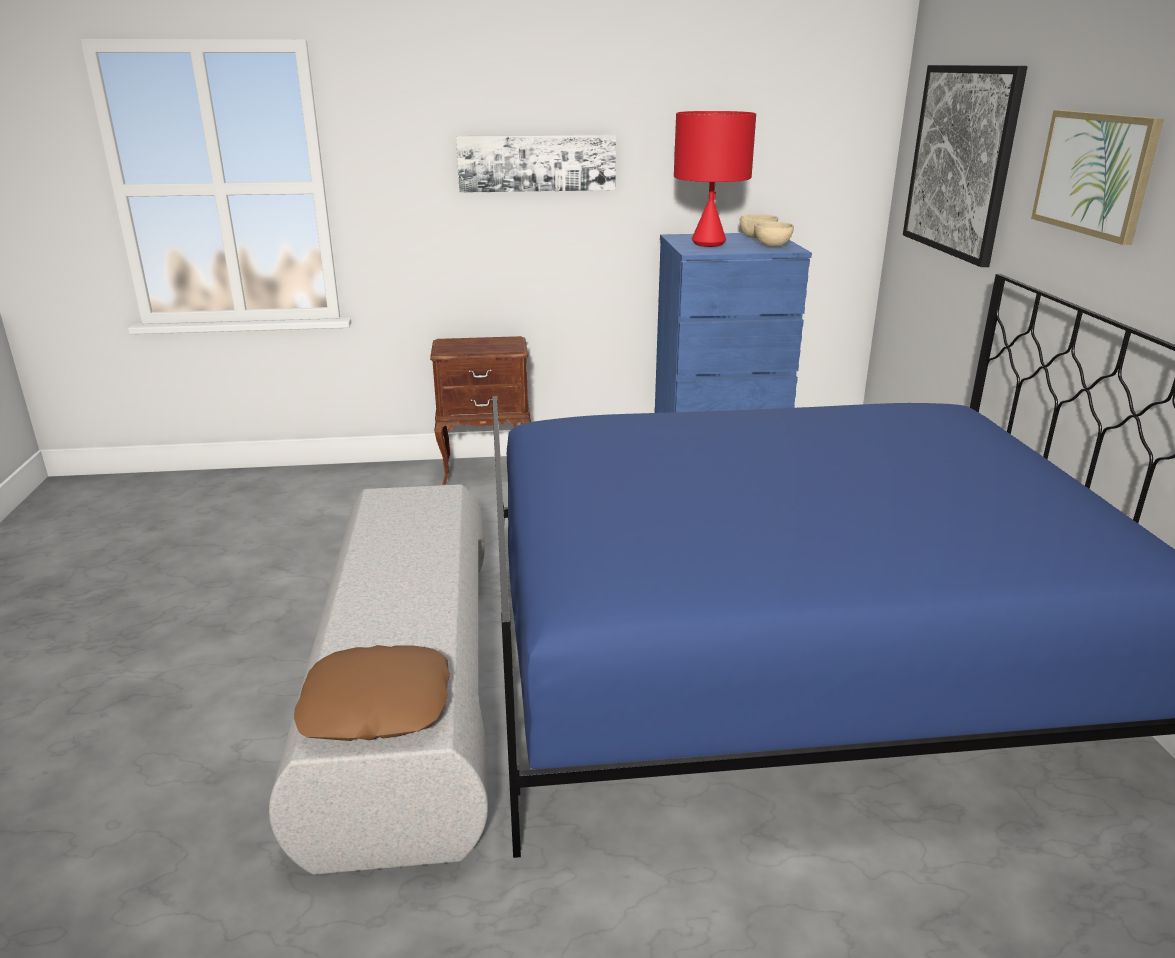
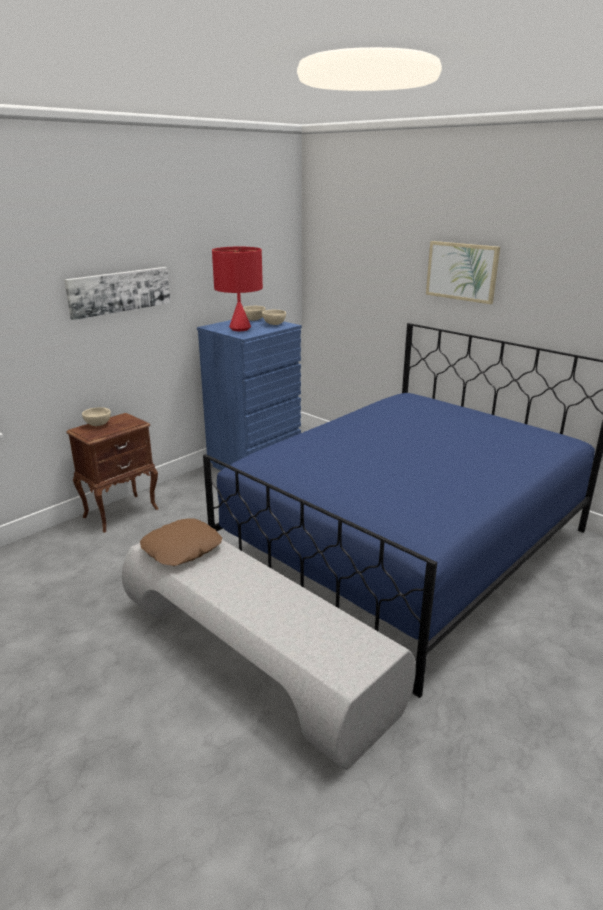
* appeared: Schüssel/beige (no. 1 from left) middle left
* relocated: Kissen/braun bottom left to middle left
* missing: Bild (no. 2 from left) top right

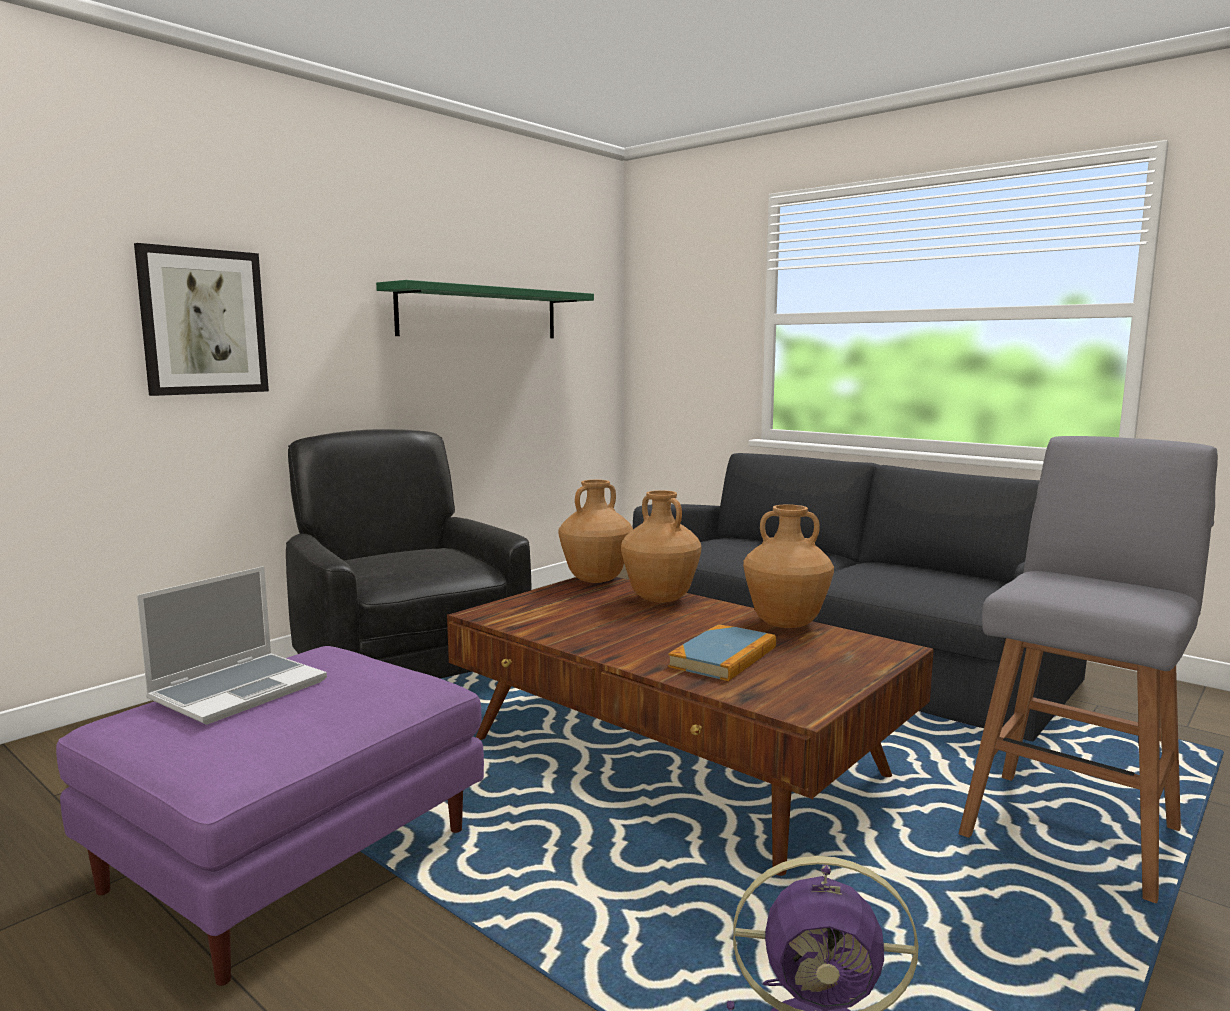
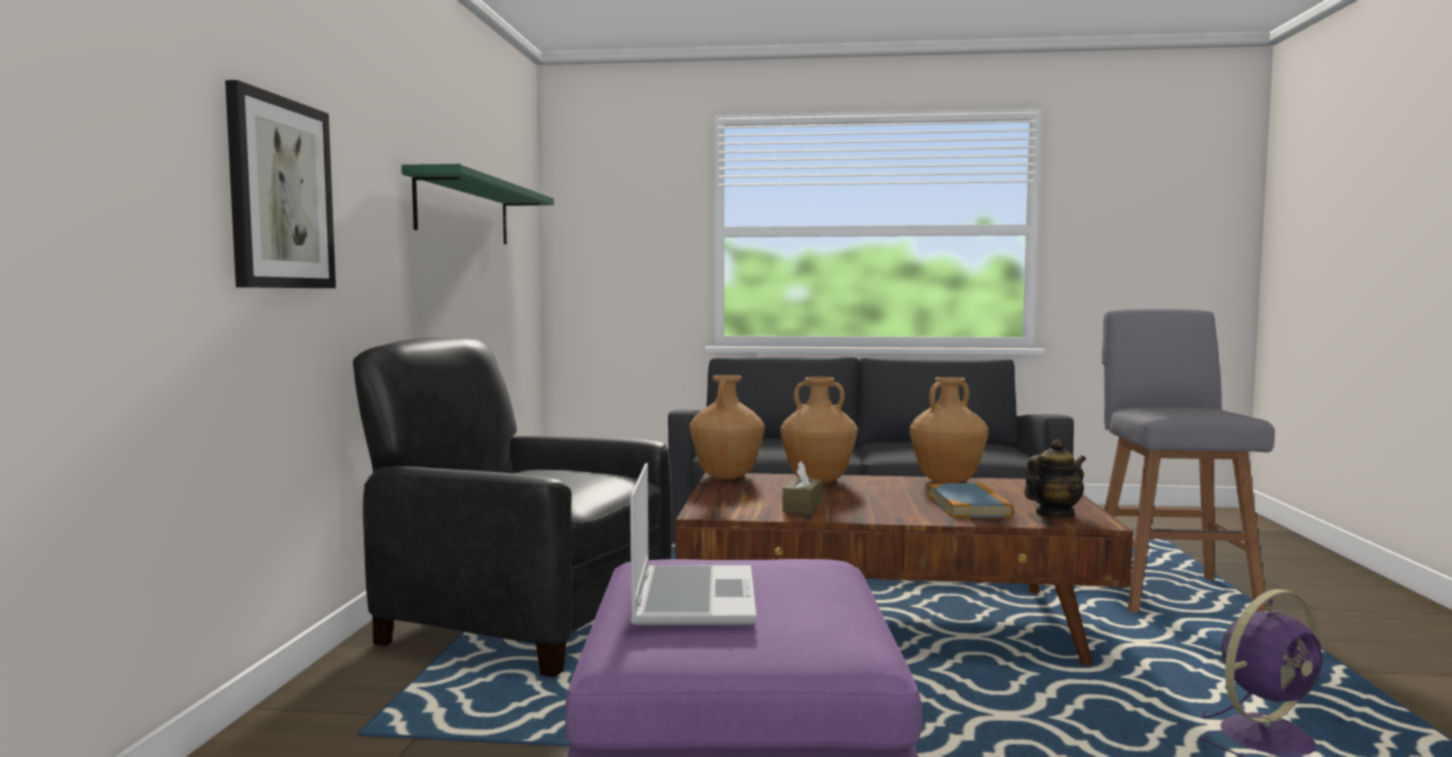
* appeared: Taschentuchbox/braun centre
* appeared: Teekanne middle right

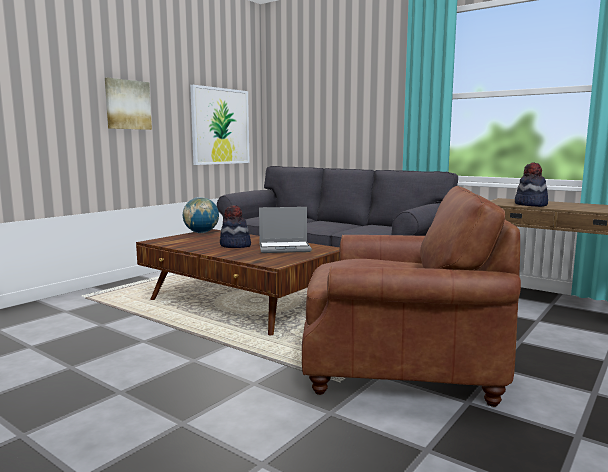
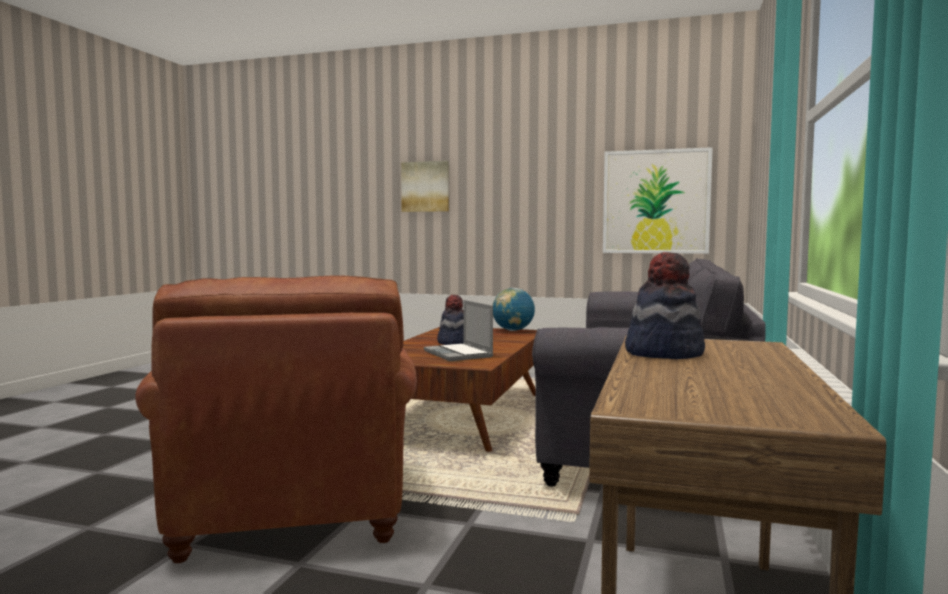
* relocated: Bild (no. 1 from left) top left to top centre

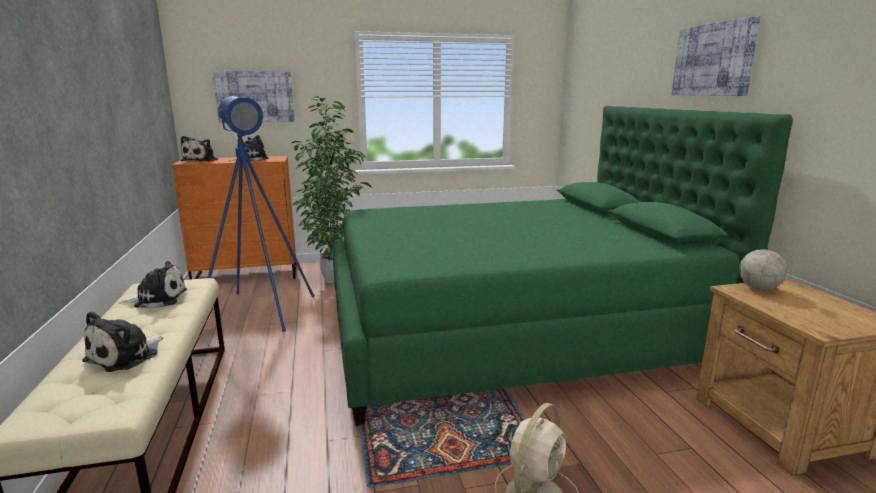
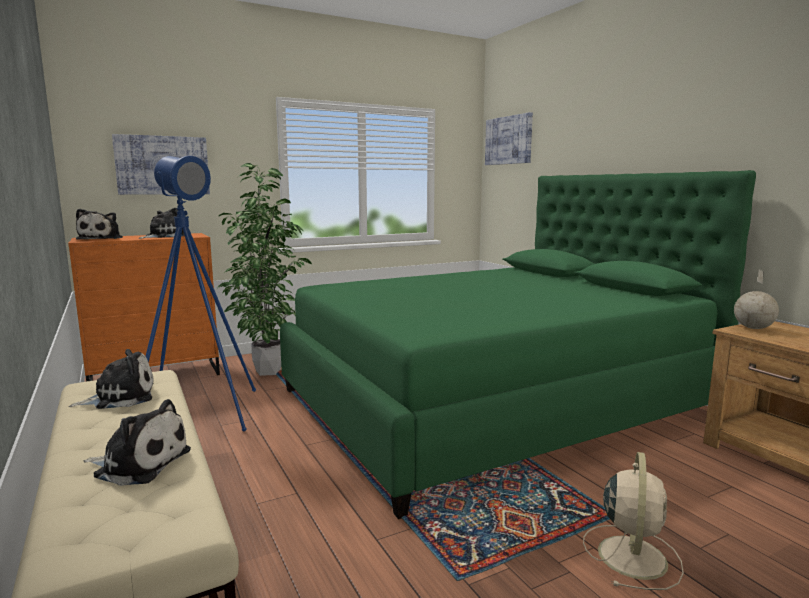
* spun: Plüschtier (no. 1 from left in the first image) bottom left = bottom left 90 degrees counterclockwise
* relocated: Bild (no. 2 from left) top right to top centre

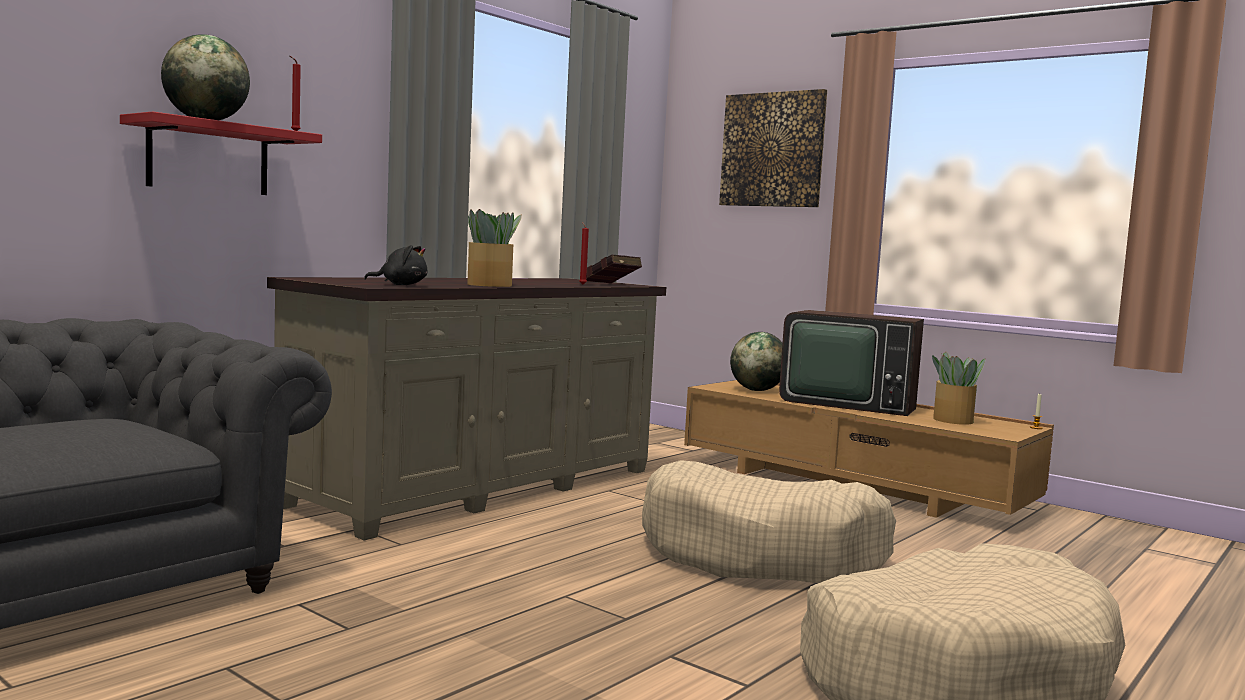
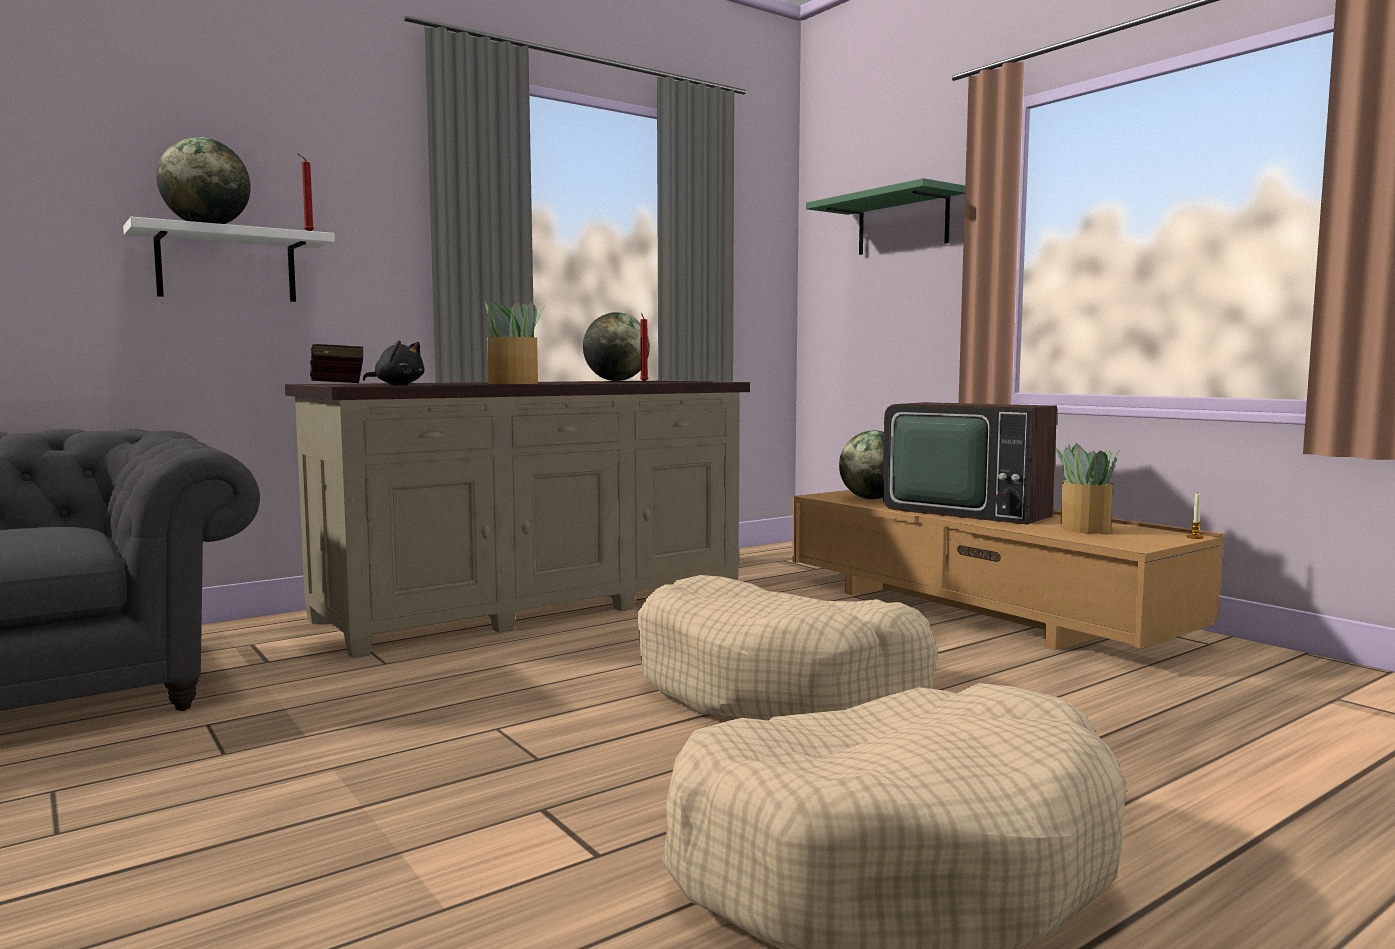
* colour: Wandregal/rot top left to Wandregal/weiß top left
* relocated: Buch/rot centre to middle left
* appeared: Globus (no. 2 from left) centre
* exchanged: Bild top centre to Wandregal/grün top centre

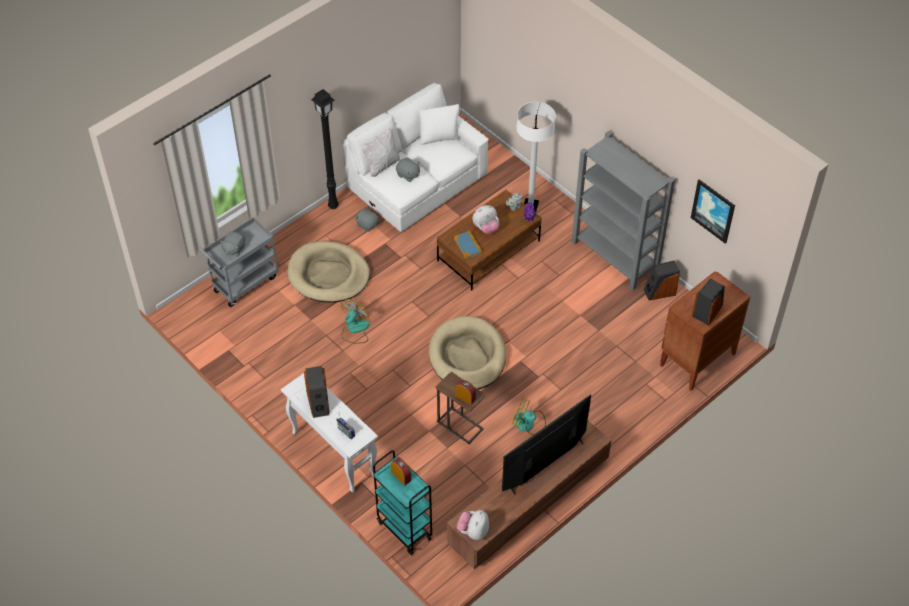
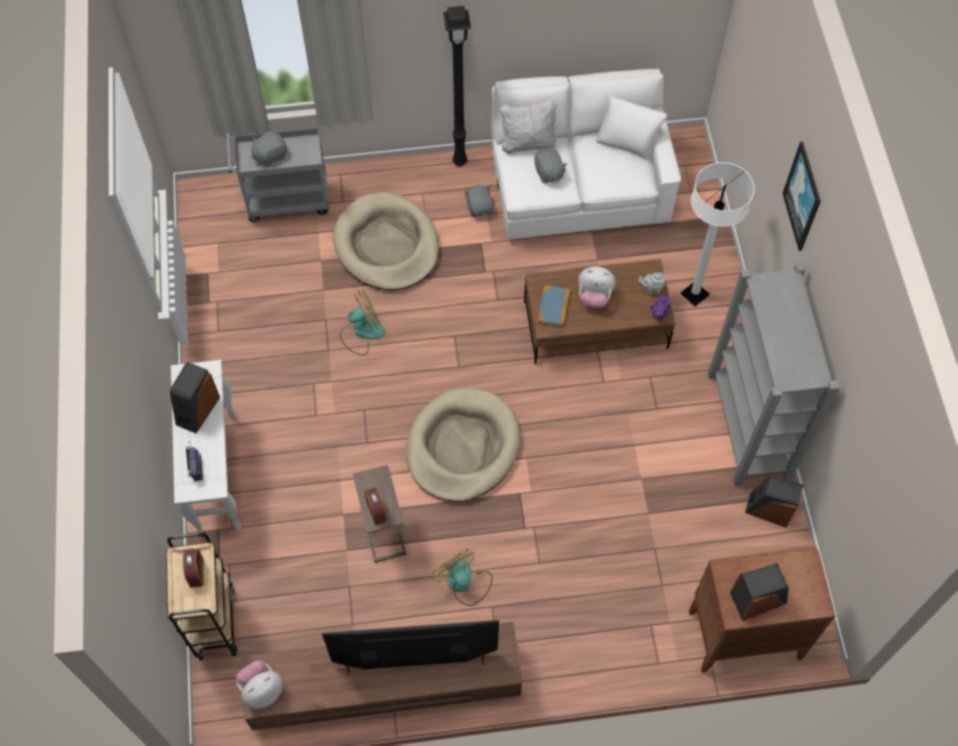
* colour: Rollwagen/türkis bottom centre to Rollwagen/braun bottom left
* relocated: Bild middle right to top right

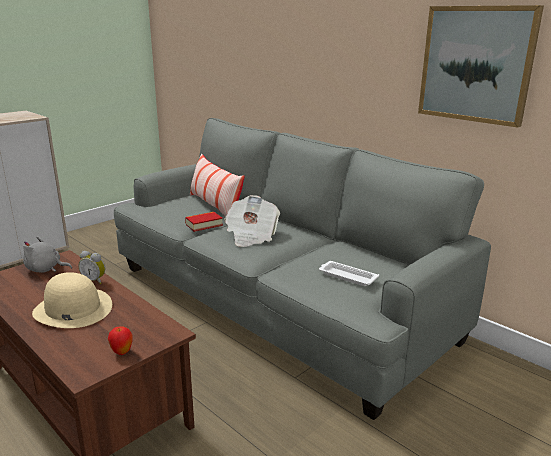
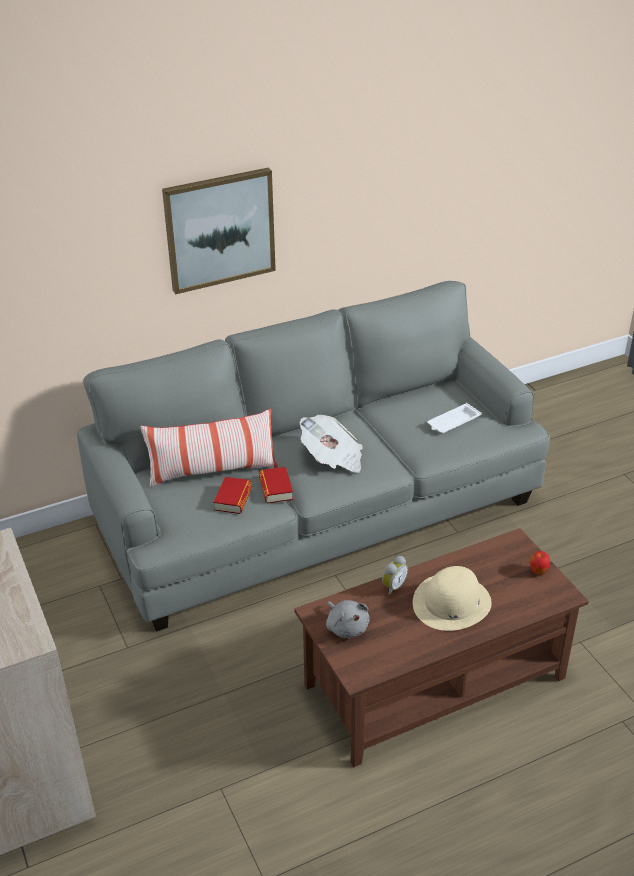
* relocated: Bild top right to top centre
* appeared: Buch (no. 1 from left) centre
* spun: Plüschtier/grau middle left = bottom centre 60 degrees counterclockwise

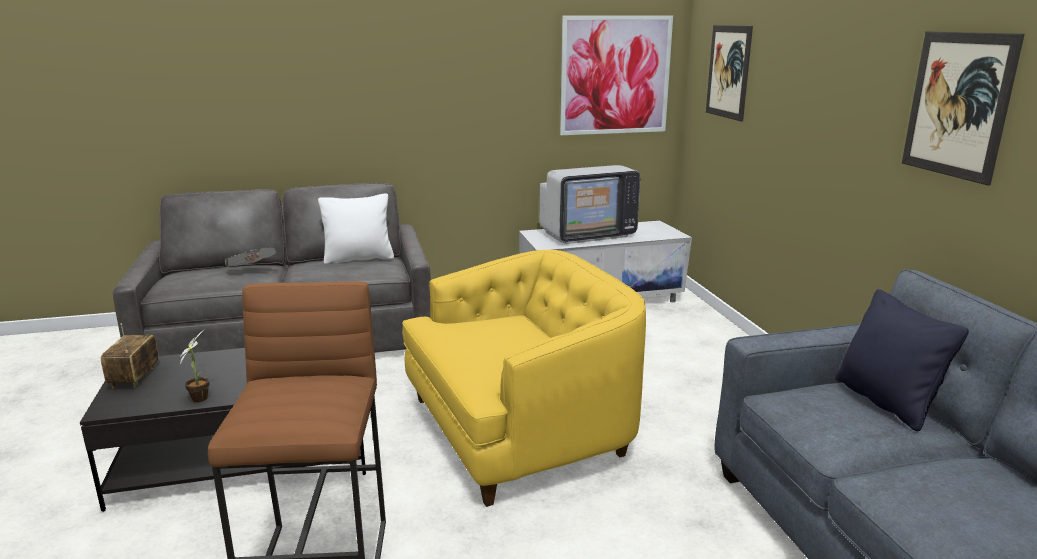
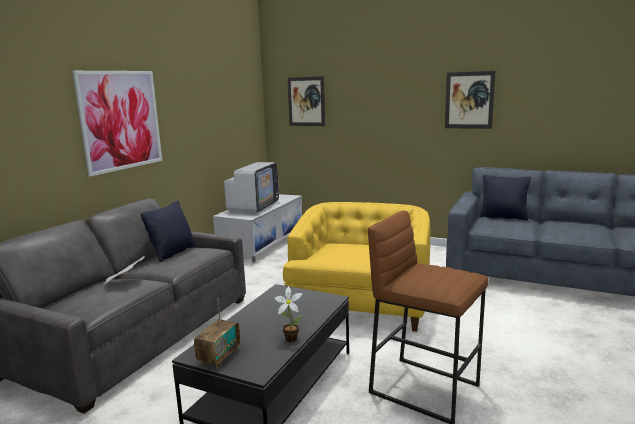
* relocated: Bild (no. 1 from left) top centre to top left
* colour: Kissen/weiß centre to Kissen/schwarz (no. 1 from left) middle left
* spun: Radio middle left = bottom centre 105 degrees counterclockwise

